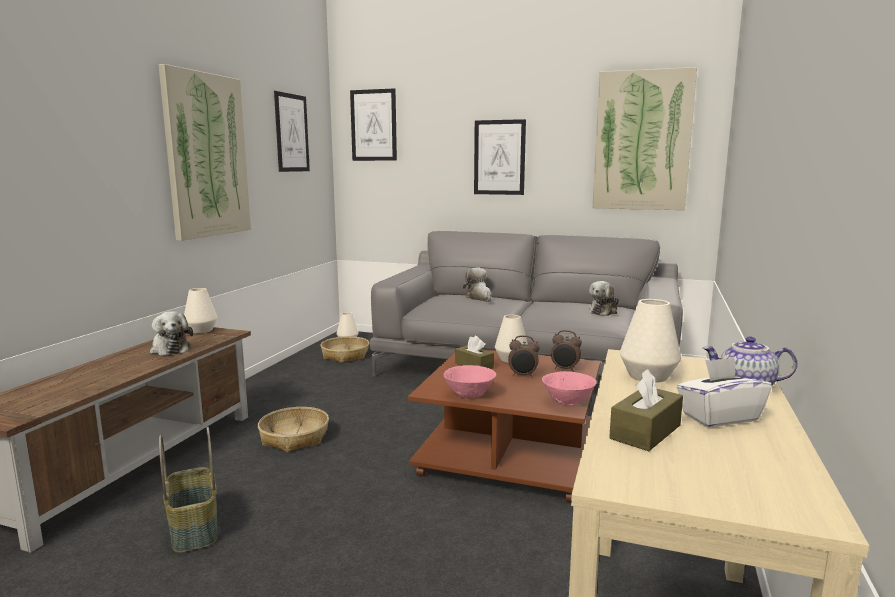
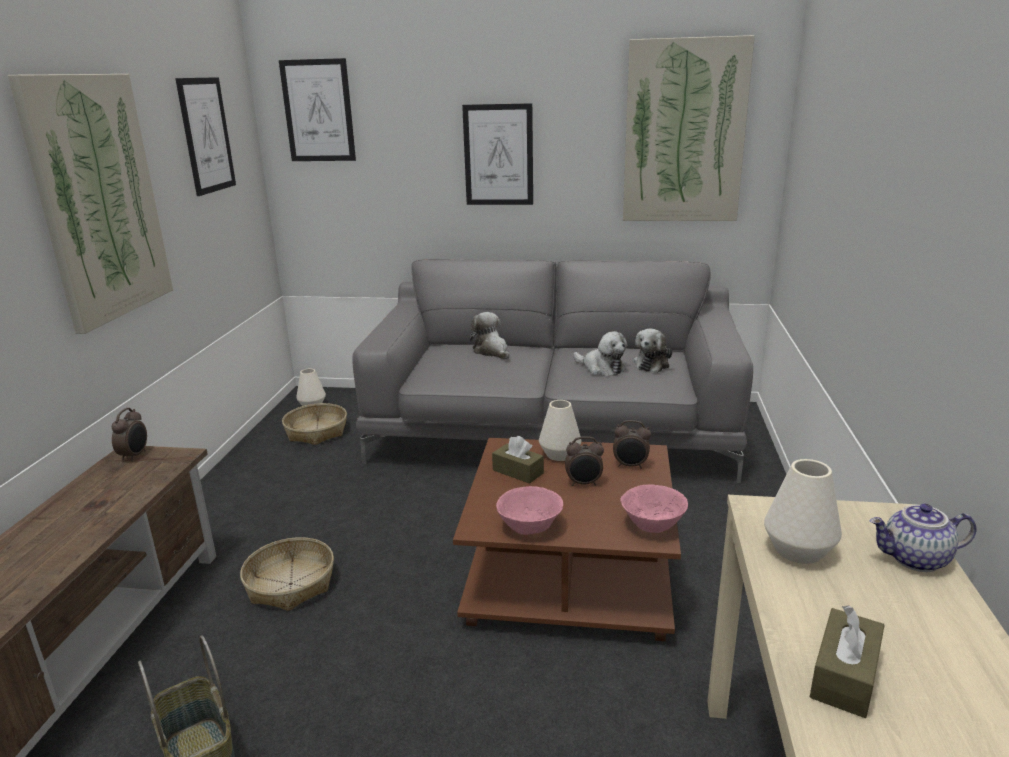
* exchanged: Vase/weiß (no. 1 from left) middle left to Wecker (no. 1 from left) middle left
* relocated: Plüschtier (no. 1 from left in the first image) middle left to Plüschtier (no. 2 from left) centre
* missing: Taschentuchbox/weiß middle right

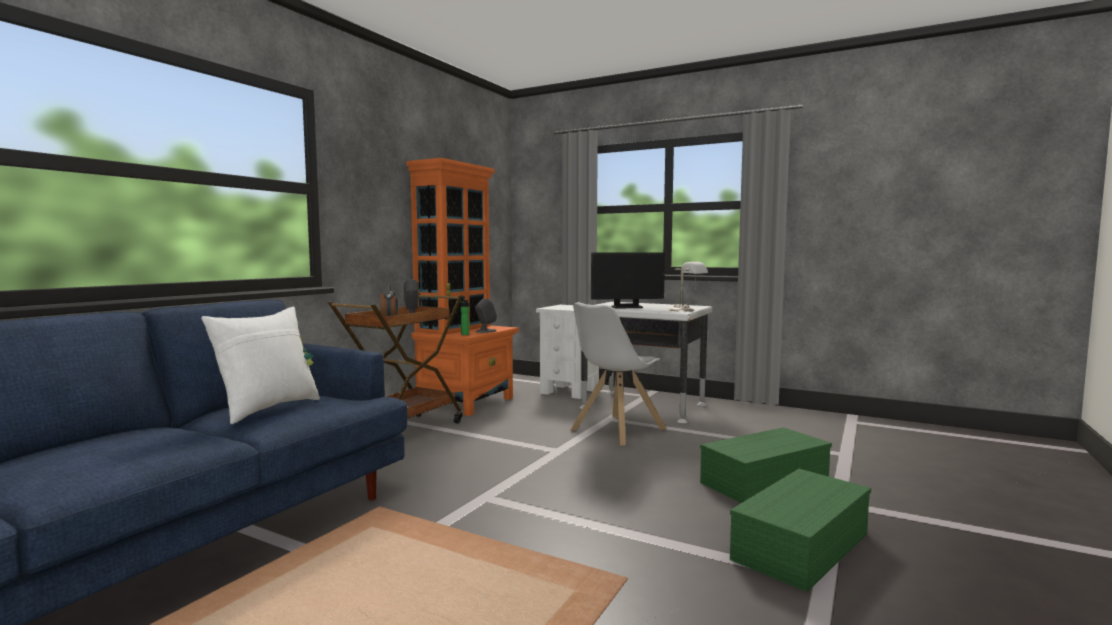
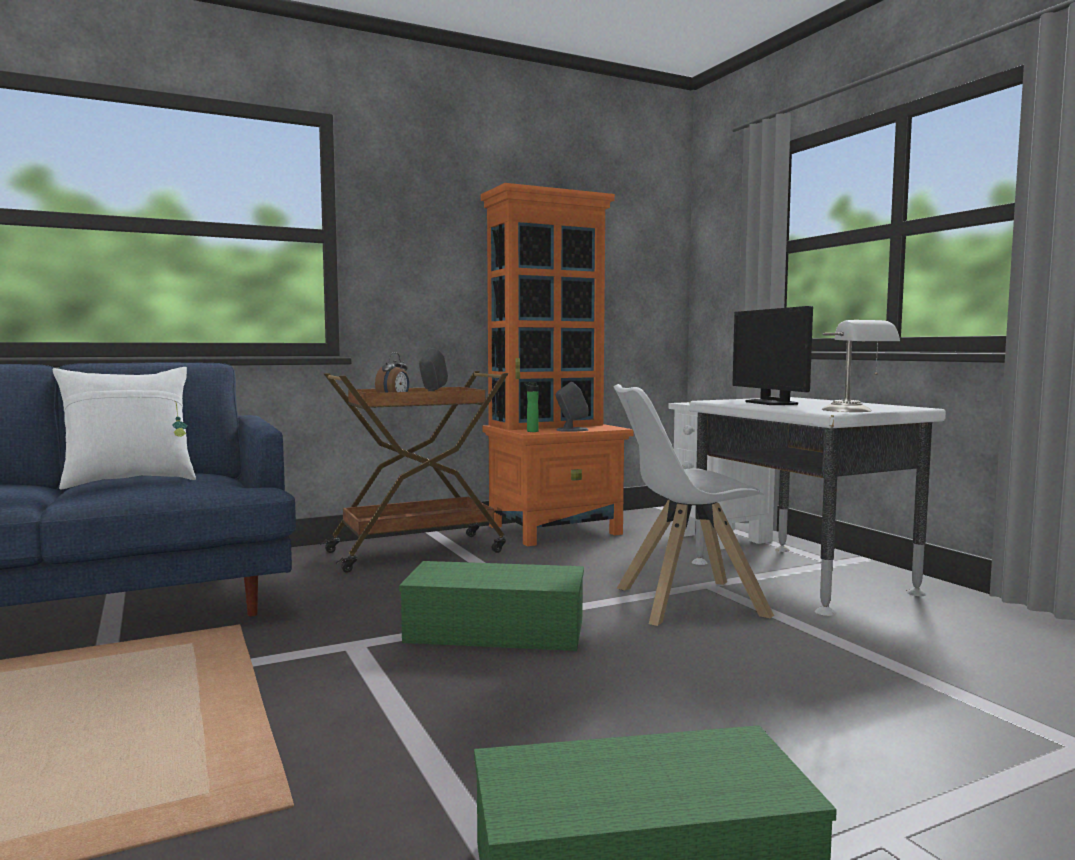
* relocated: Aufbewahrungsbox/grün (no. 1 from left) bottom right to bottom centre
* spun: Monitor centre = middle right 45 degrees clockwise

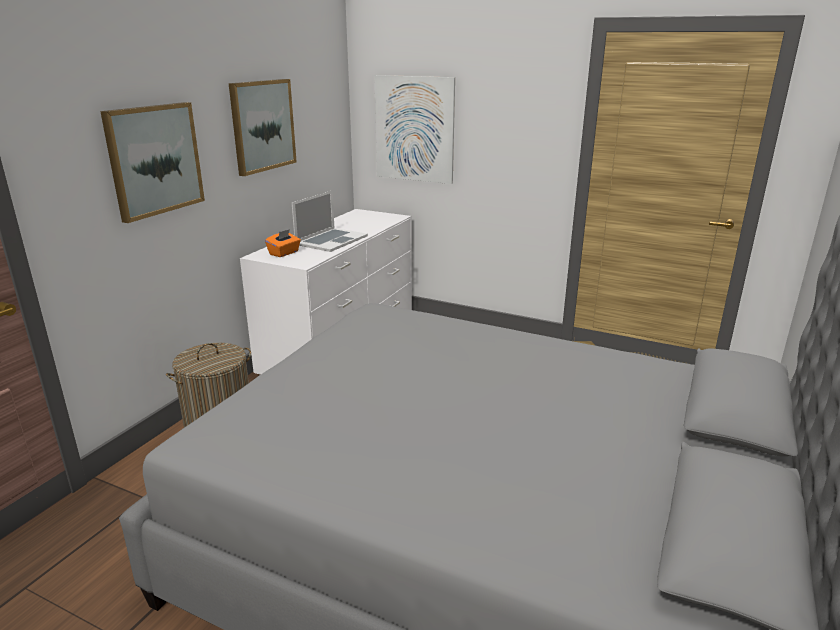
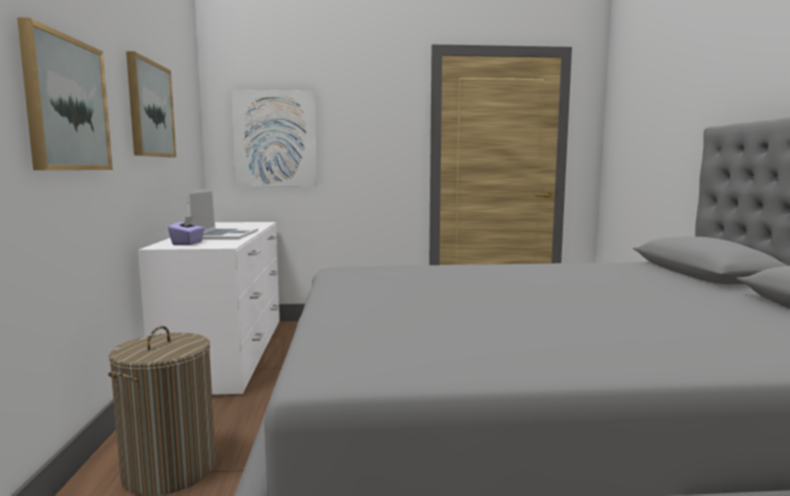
* colour: Taschentuchbox/orange centre to Taschentuchbox/lila middle left

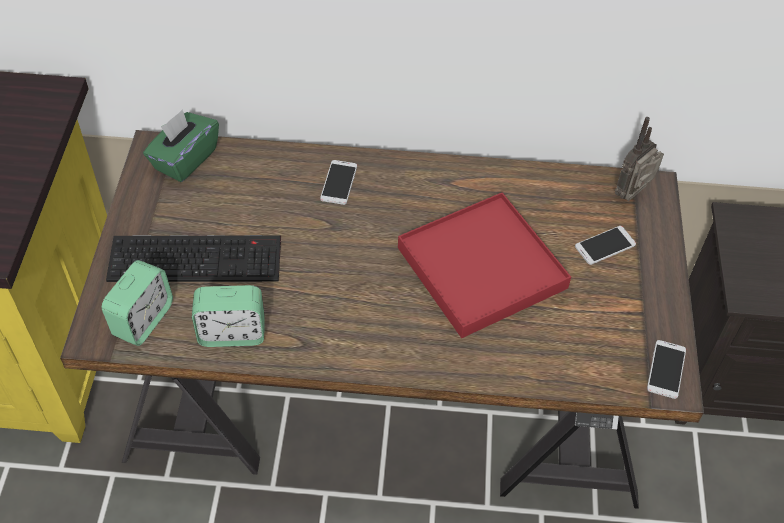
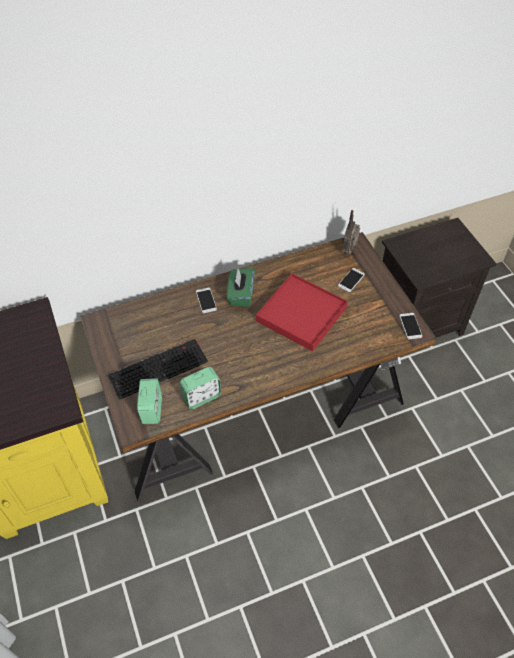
* relocated: Taschentuchbox/grün top left to centre

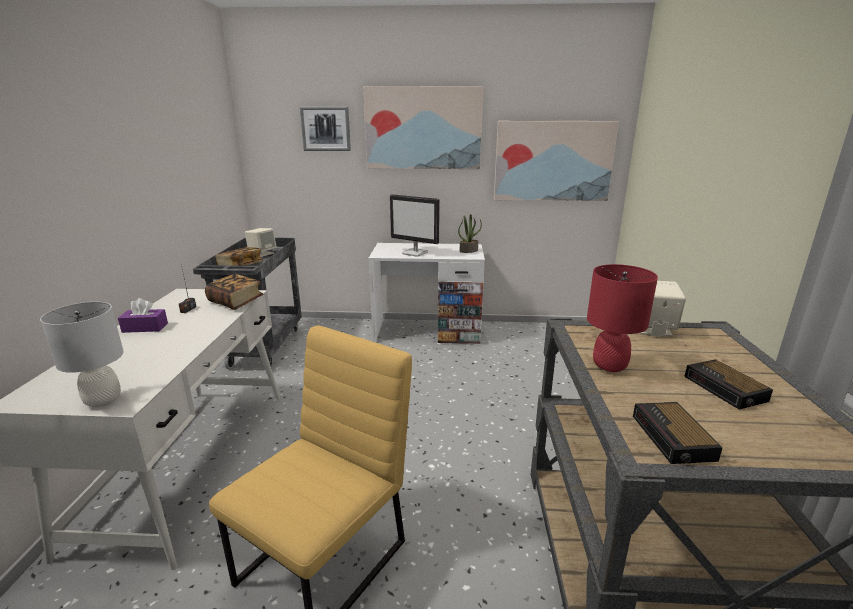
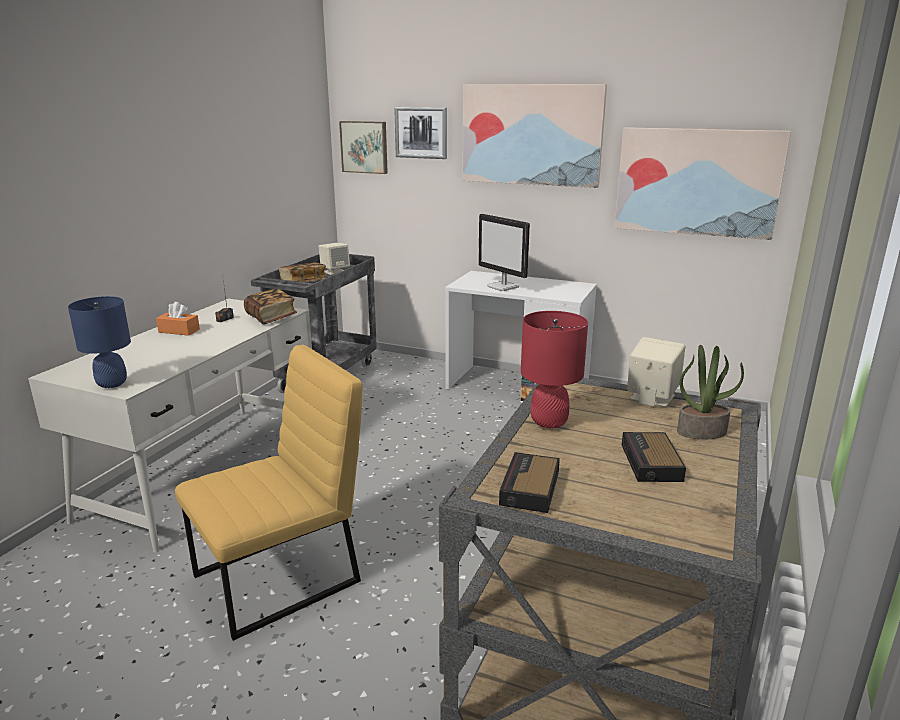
* colour: Tischlampe/grau middle left to Tischlampe/blau middle left
* colour: Taschentuchbox/lila middle left to Taschentuchbox/orange middle left
* appeared: Bild (no. 1 from left) top centre
* relocated: Topfpflanze centre to middle right

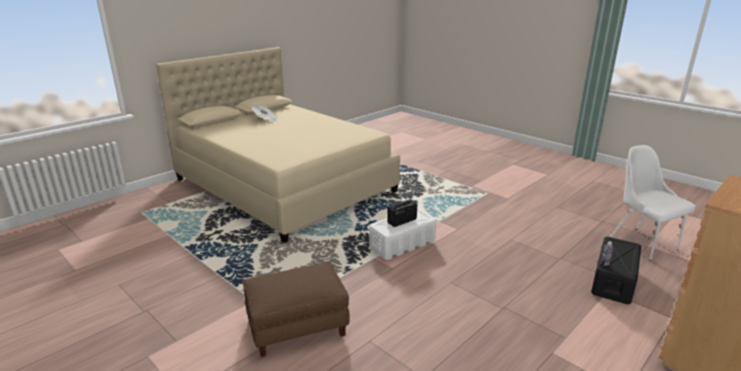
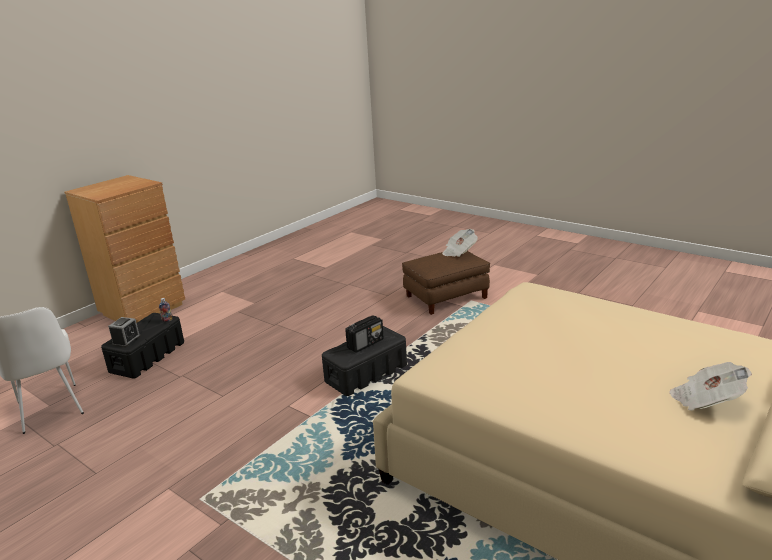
* appeared: Wecker middle left
* colour: Aufbewahrungsbox/weiß centre to Aufbewahrungsbox/schwarz (no. 2 from left) centre
* appeared: Zeitung (no. 1 from left) centre

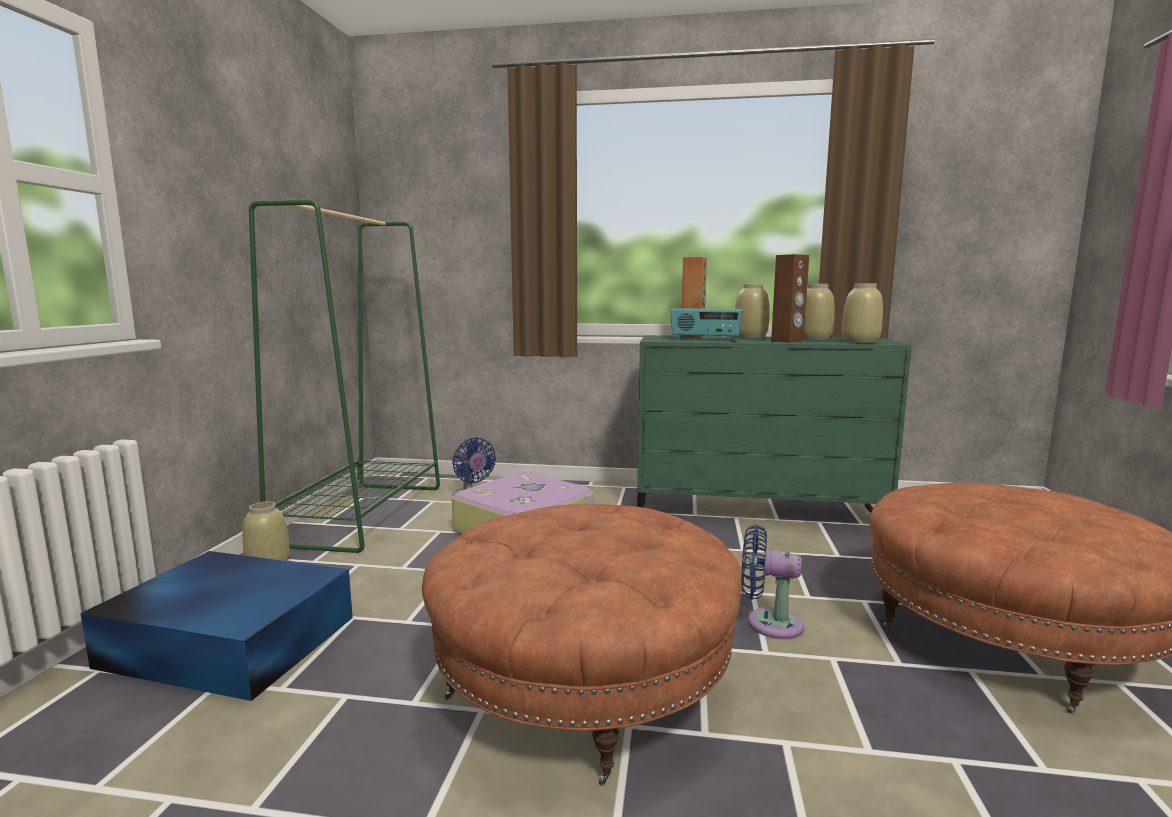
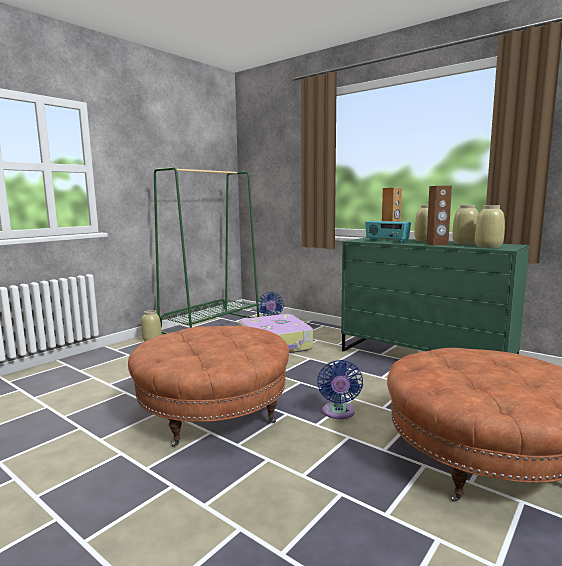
* spun: Ventilator/blau (no. 2 from left) bottom centre = bottom centre 135 degrees counterclockwise
* missing: Aufbewahrungsbox/blau bottom left

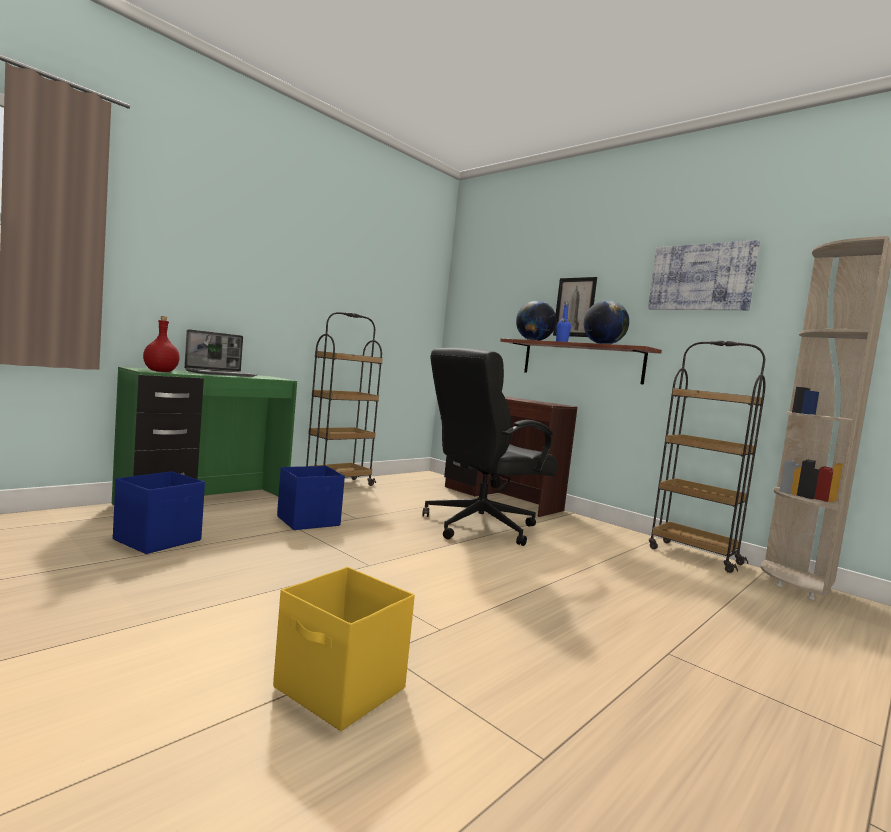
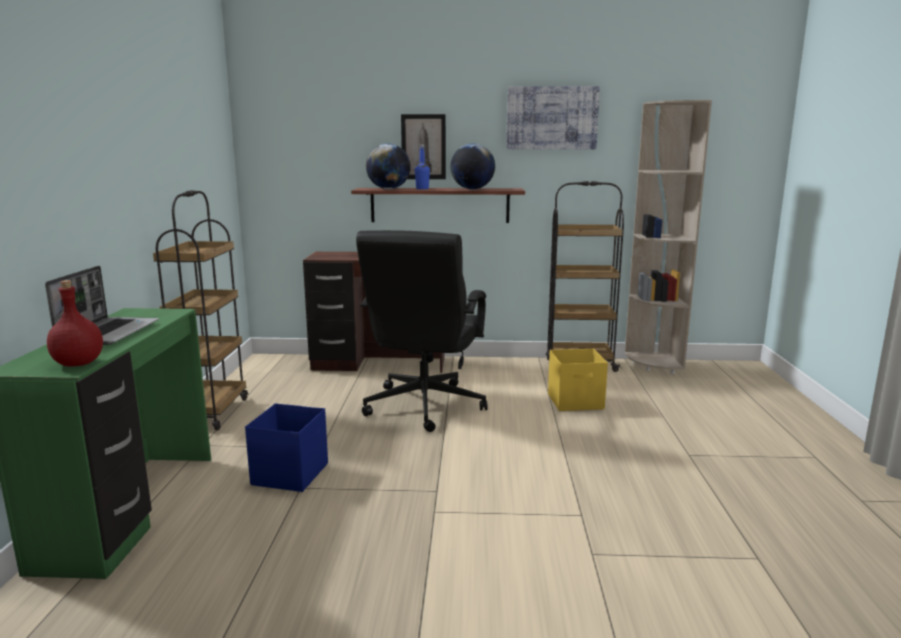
* relocated: Aufbewahrungsbox/gelb bottom centre to centre
* missing: Aufbewahrungsbox/blau (no. 1 from left) middle left

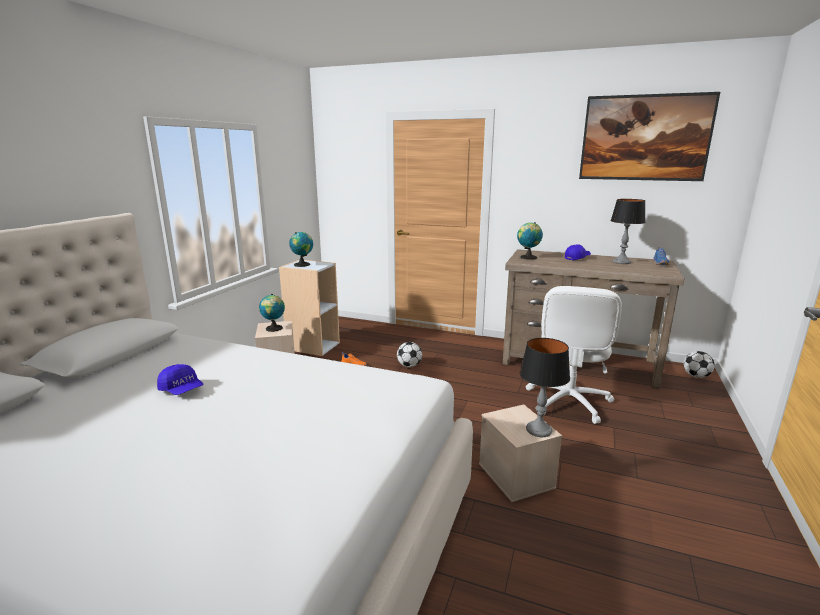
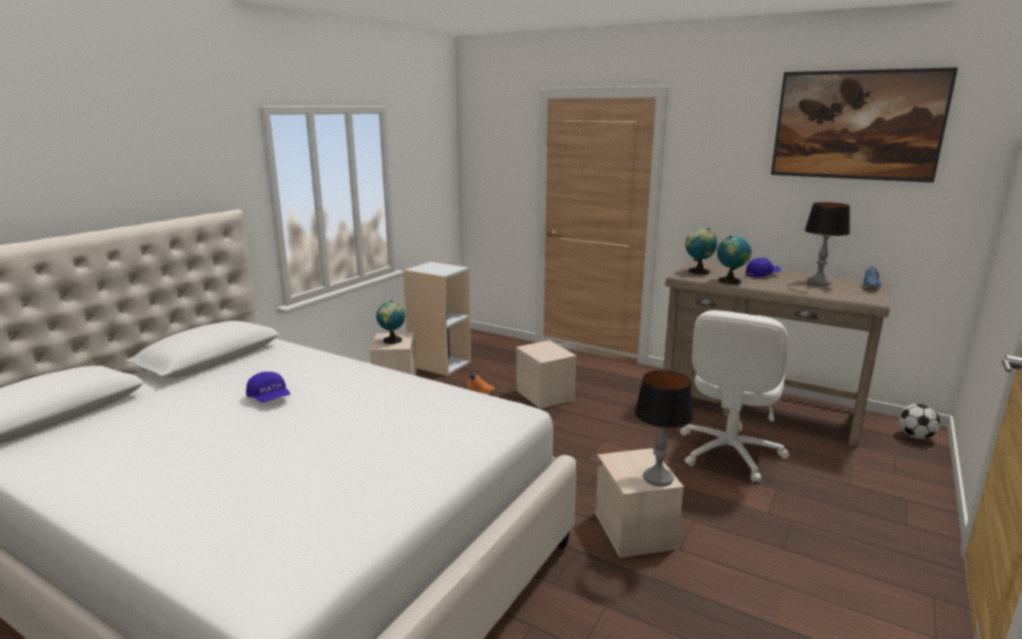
* exchanged: Fußball (no. 1 from left) centre to Aufbewahrungsbox/beige (no. 2 from left) centre
* relocated: Globus (no. 2 from left in the first image) centre to Globus (no. 3 from left) middle right

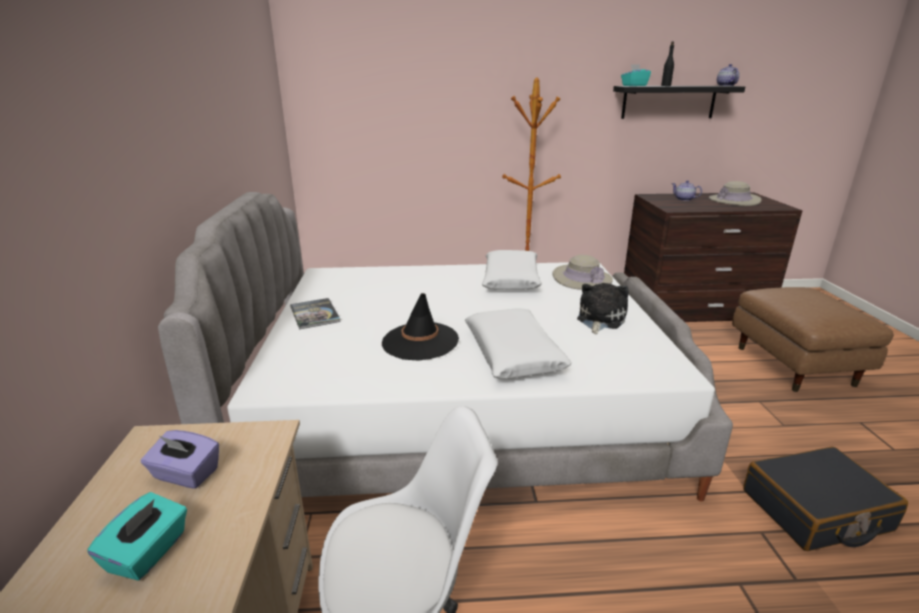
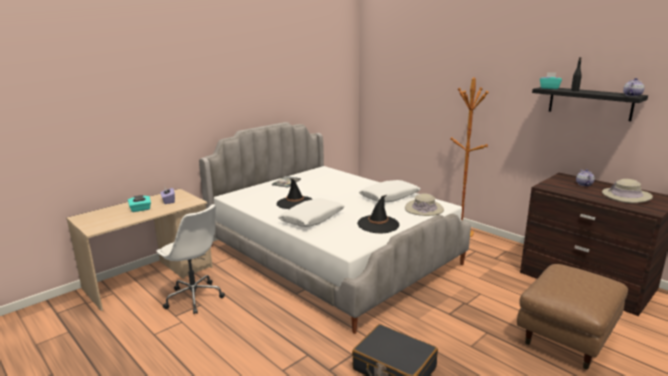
* exchanged: Plüschtier centre to Hut/schwarz (no. 2 from left) centre

